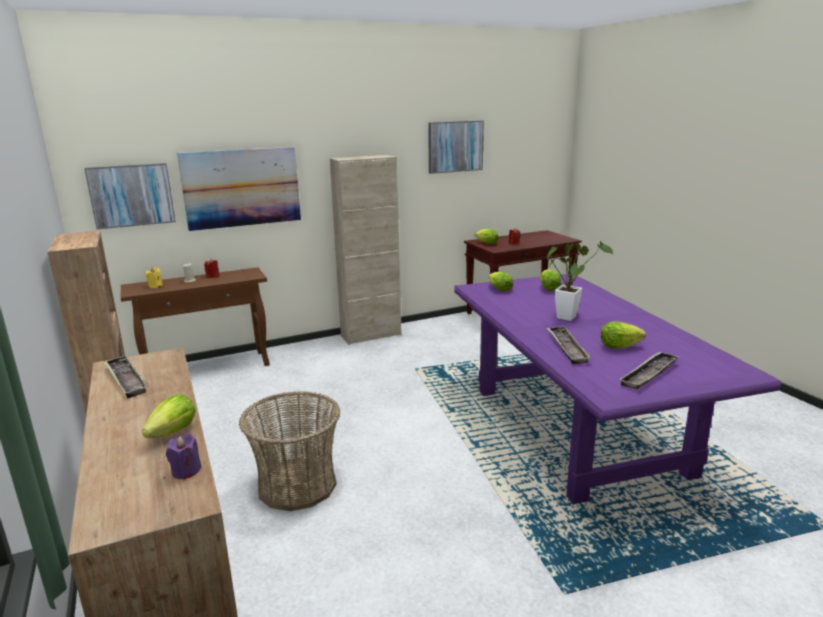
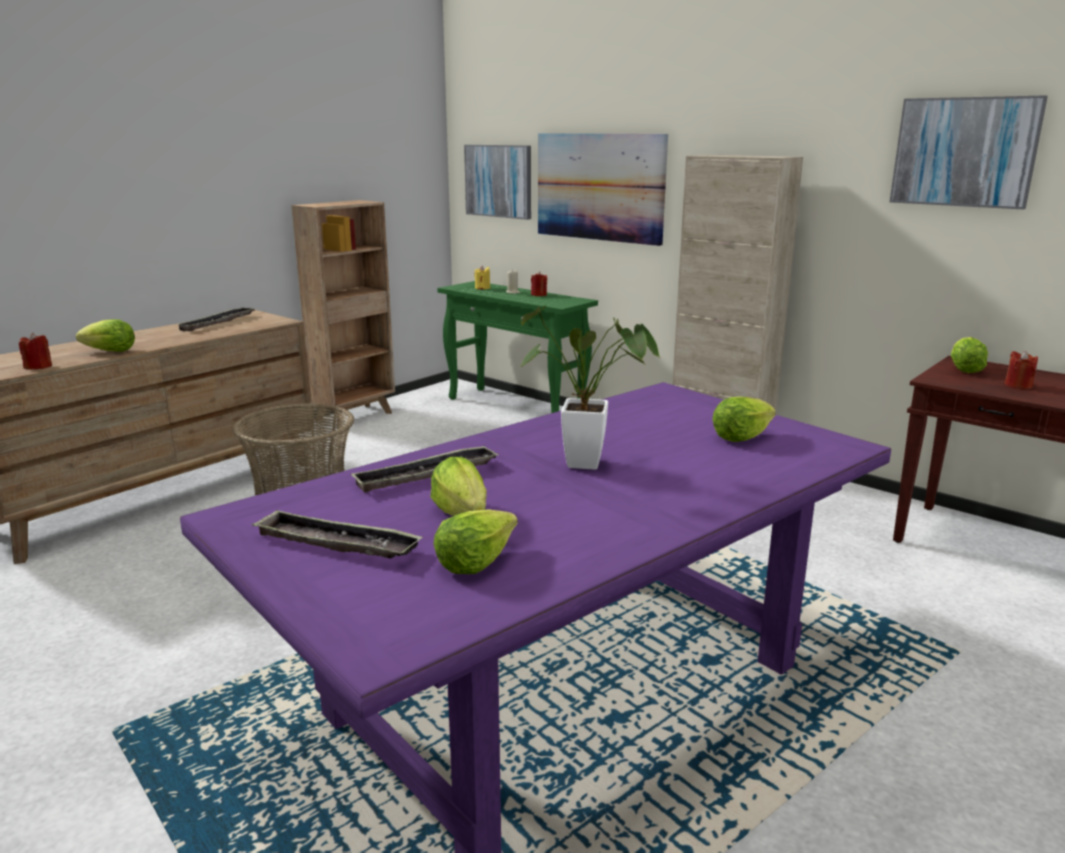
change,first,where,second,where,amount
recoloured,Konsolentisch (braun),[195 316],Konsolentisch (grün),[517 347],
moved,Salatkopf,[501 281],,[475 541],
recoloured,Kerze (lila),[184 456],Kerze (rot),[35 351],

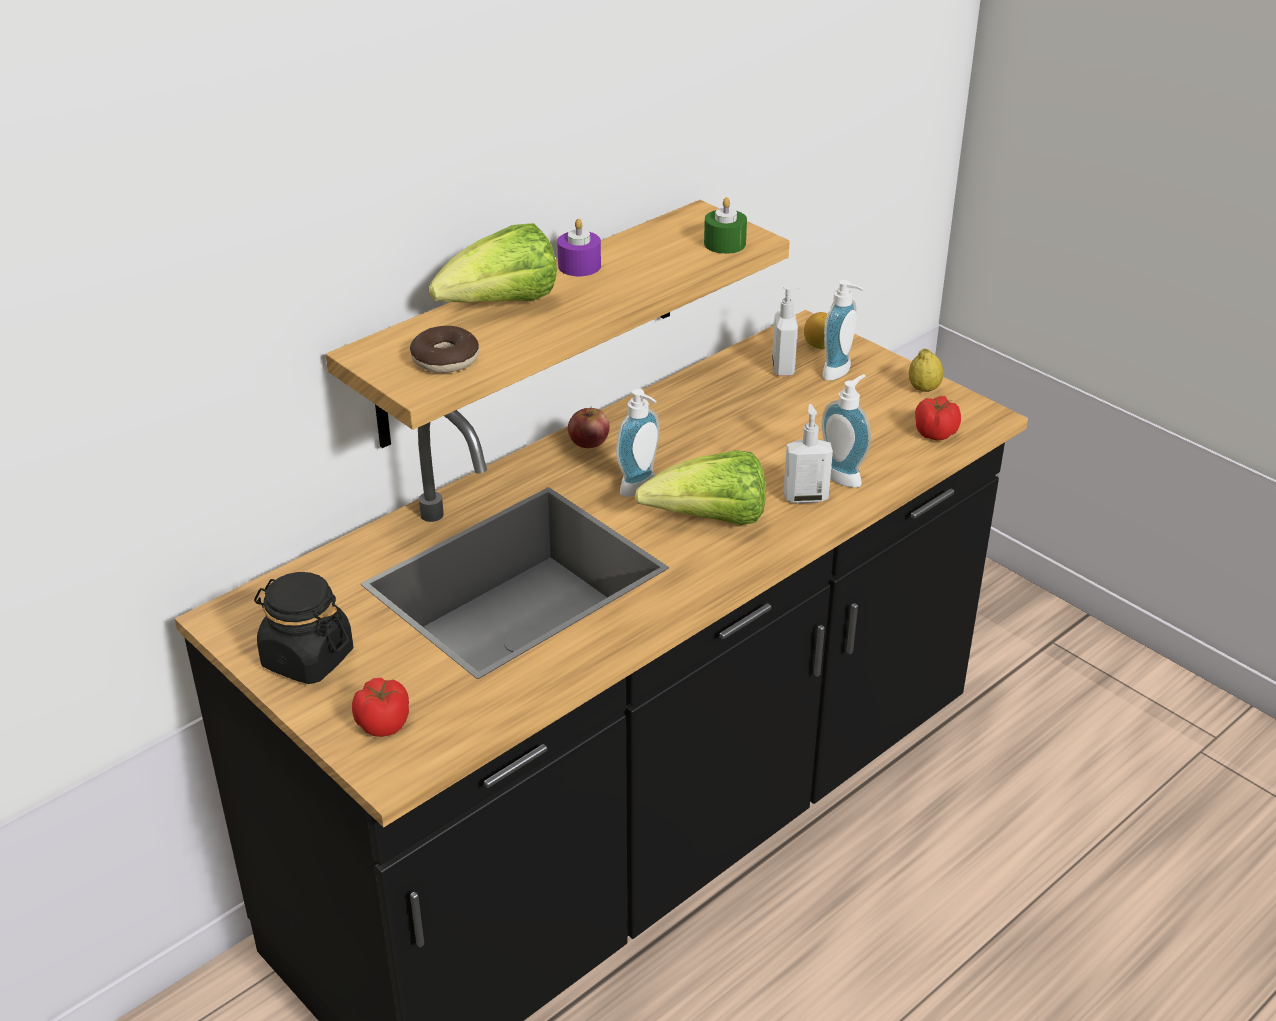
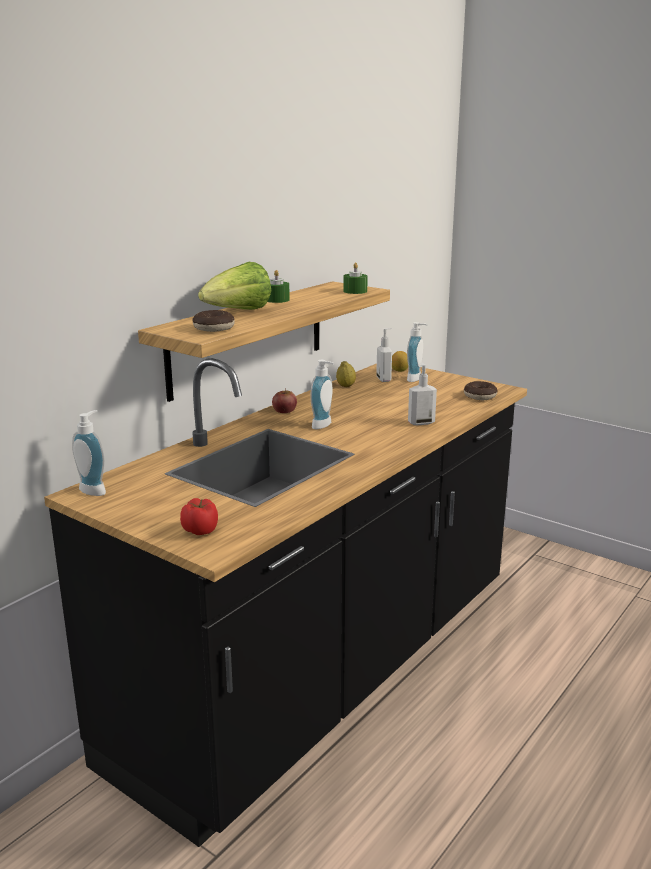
change,first,where,second,where,amount
recoloured,Kerze (lila),[579 247],Kerze (grün),[279 286],
moved,Zitrone,[926 370],,[346 374],
moved,Seifenspender,[846 431],,[89 453],
replaced,Tomate,[938 418],Donut,[481 390],
removed,Salatkopf,[700 487],,,
removed,Vorratsglas (schwarz),[303 628],,,

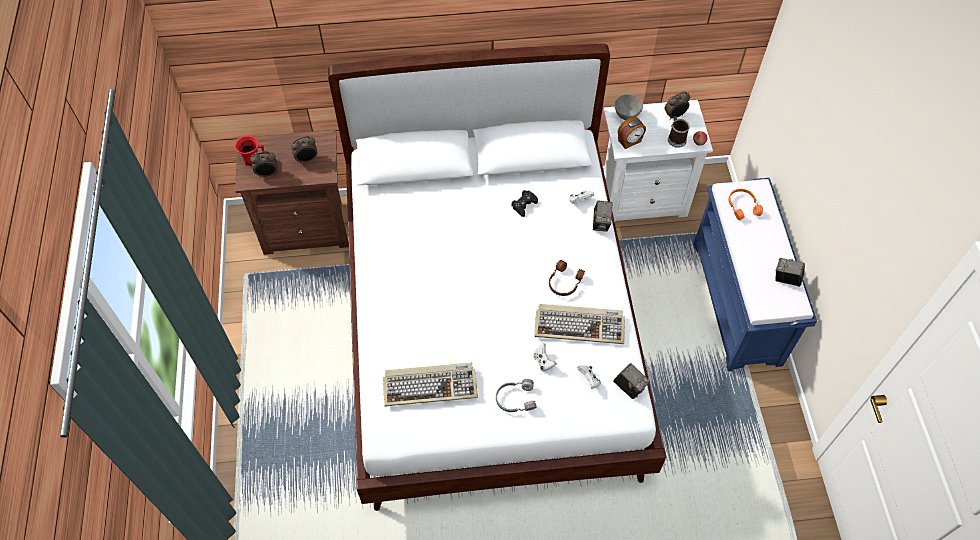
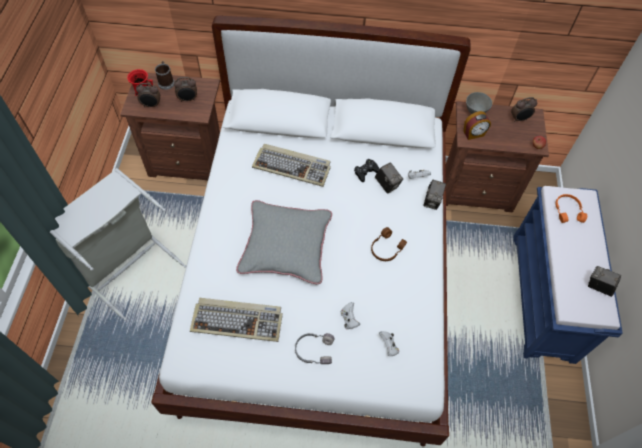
change,first,where,second,where,amount
recoloured,Nachttisch (weiß),[658 161],Nachttisch (braun),[497 156],
moved,Henkelbecher,[678 132],,[164 75],
moved,Tastatur,[580 324],,[291 165],
moved,Kamera,[631 381],,[389 178],
added,,,Wäschekorb (grau),[118 244],
added,,,Kissen (grau),[284 242],

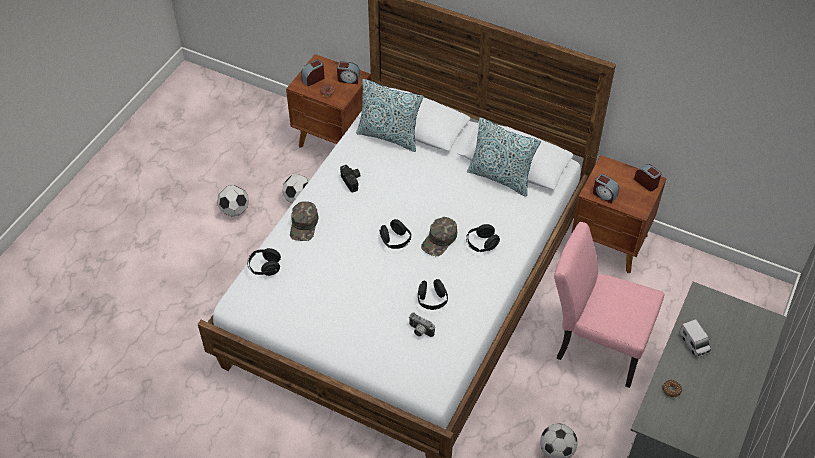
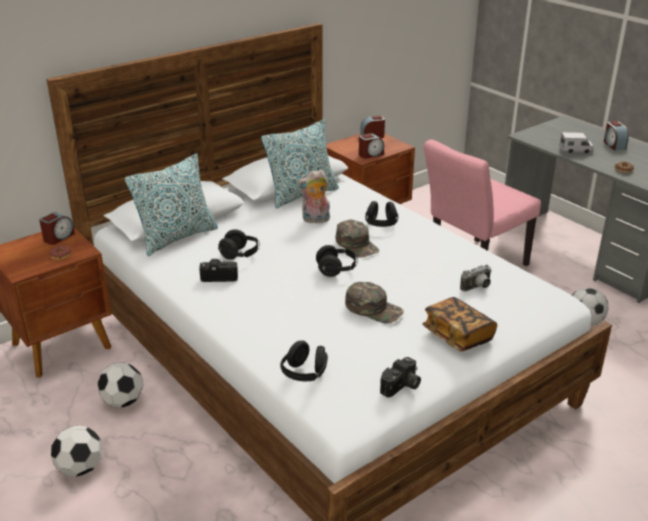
change,first,where,second,where,amount
moved,Wecker,[313 73],,[616 135],
moved,Kappe (grün),[304 221],,[374 302],
moved,Kopfhörer (schwarz),[433 294],,[239 244],
added,,,Plüschtier,[313 196],
added,,,Buch,[459 324],
added,,,Kamera,[400 377],

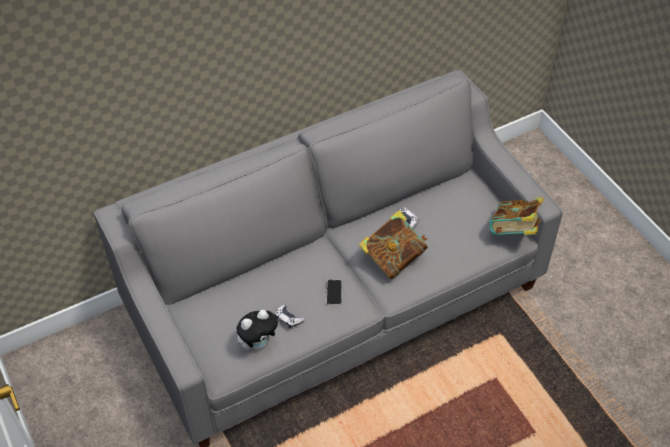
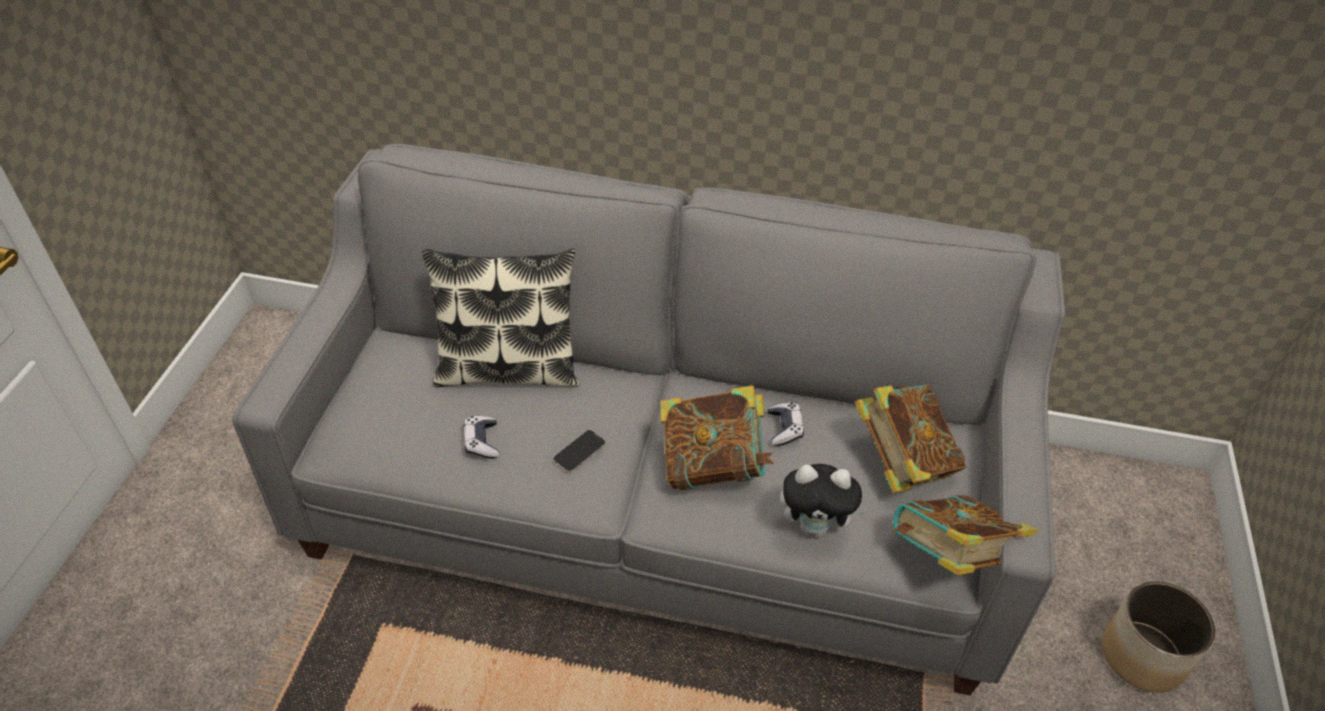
change,first,where,second,where,amount
moved,Plüschtier,[258 330],,[823 500],
added,,,Kissen,[501 318],
added,,,Buch,[910 439],
added,,,Pflanzkübel,[1158 637],

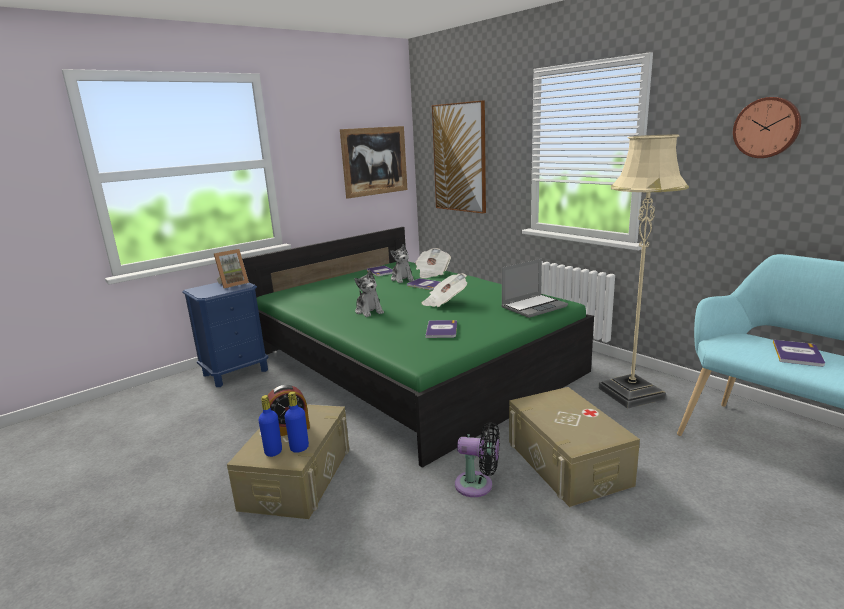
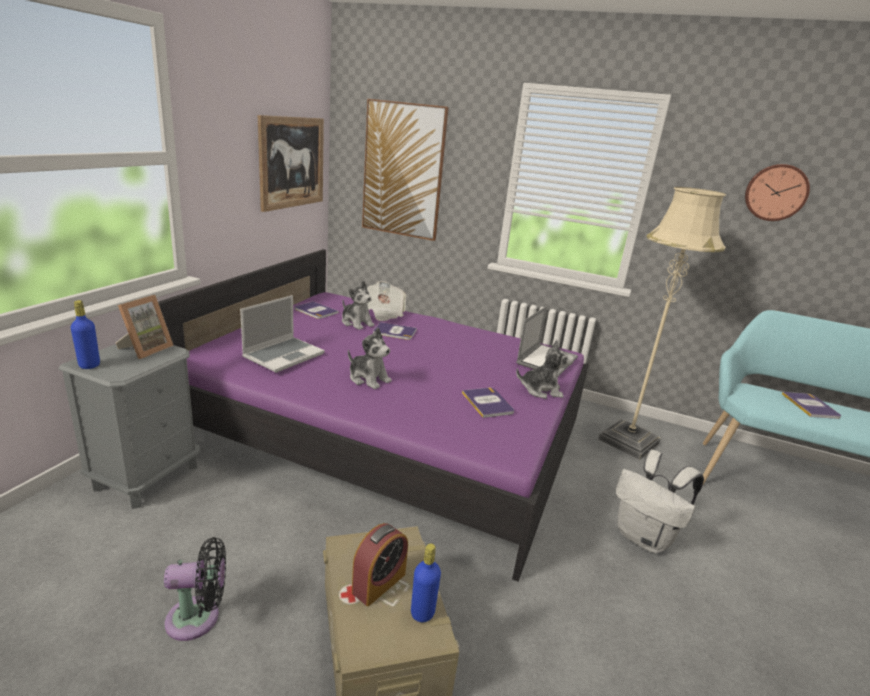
change,first,where,second,where,amount
recoloured,Bett (grün),[418 347],Bett (lila),[373 415],
removed,Zeitung,[444 290],,,
recoloured,Nachttisch (blau),[225 334],Nachttisch (grau),[129 426],
replaced,Aufbewahrungsbox (beige),[574 447],Rucksack (weiß),[659 501],
moved,Flasche (blau),[270 426],,[85 334],
moved,Ventilator (schwarz),[477 459],,[195 589],
added,,,Laptop,[282 334],
added,,,Plüschtier,[545 369],

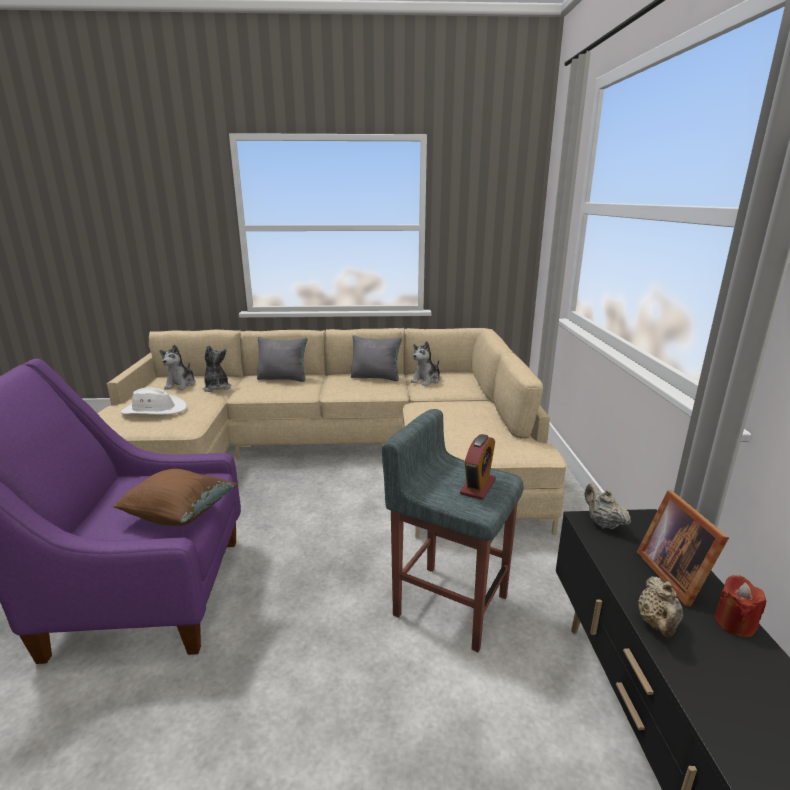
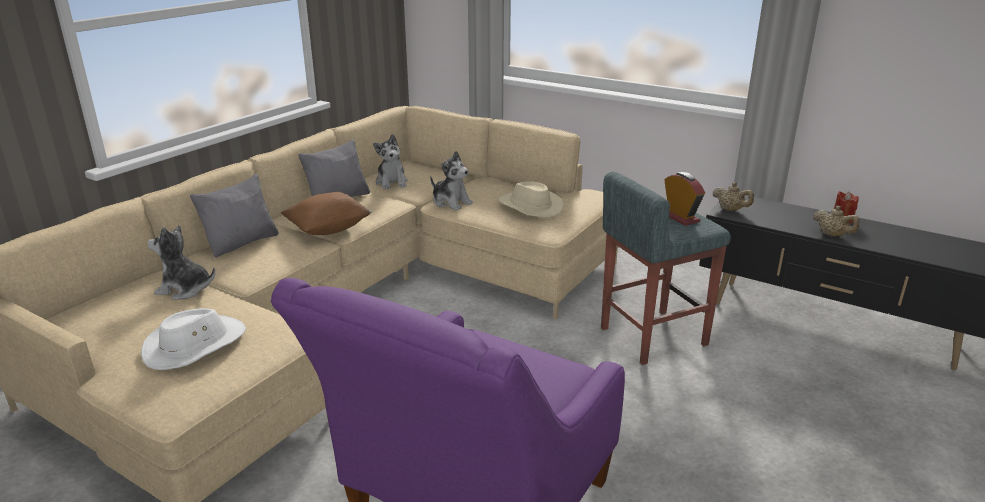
change,first,where,second,where,amount
moved,Plüschtier,[177 367],,[451 180],
moved,Kissen (braun),[174 497],,[326 213],
turned,Teekanne (beige),[608 506],,[733 196],150 degrees counterclockwise
removed,Bilderrahmen,[683 548],,,
added,,,Hut (beige),[531 199],

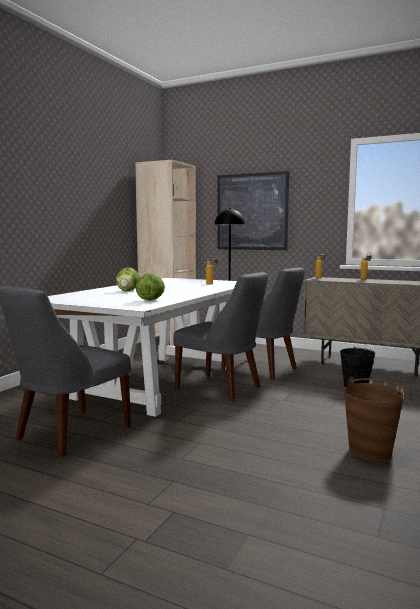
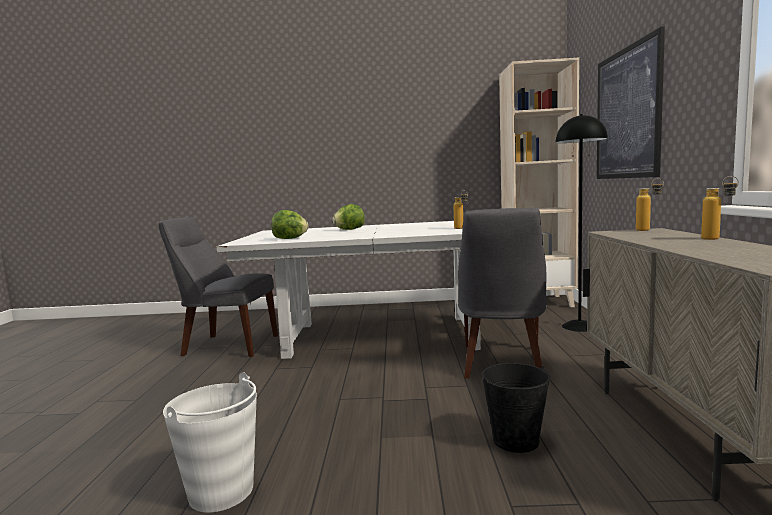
change,first,where,second,where,amount
removed,Stuhl (grau),[221 337],,,
recoloured,Eimer (braun),[374 419],Eimer (weiß),[210 442],

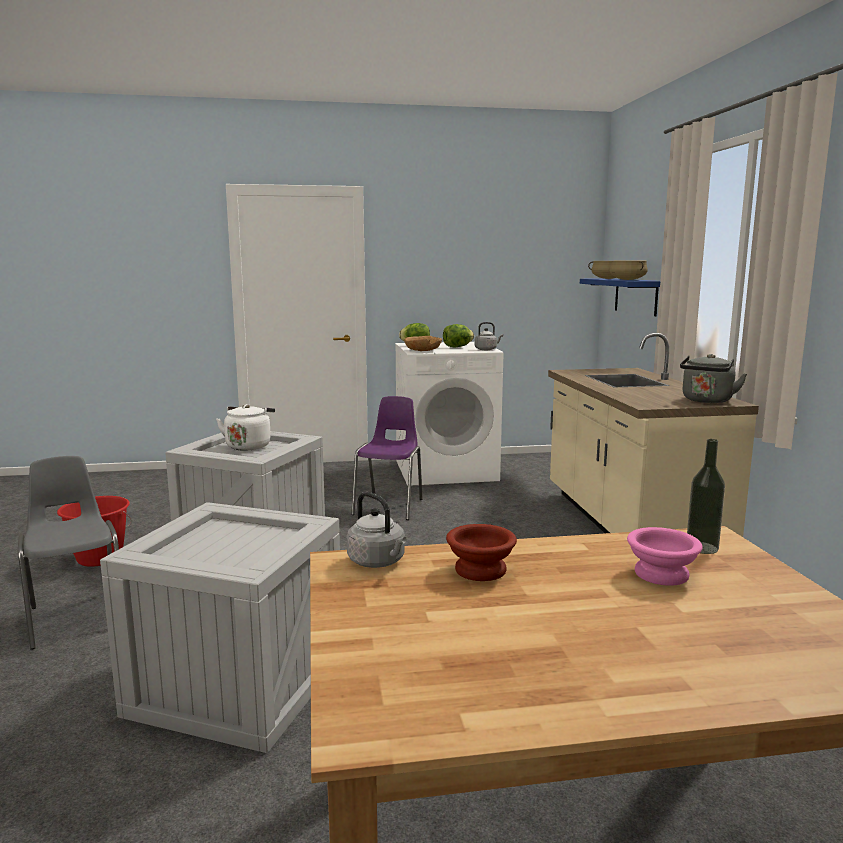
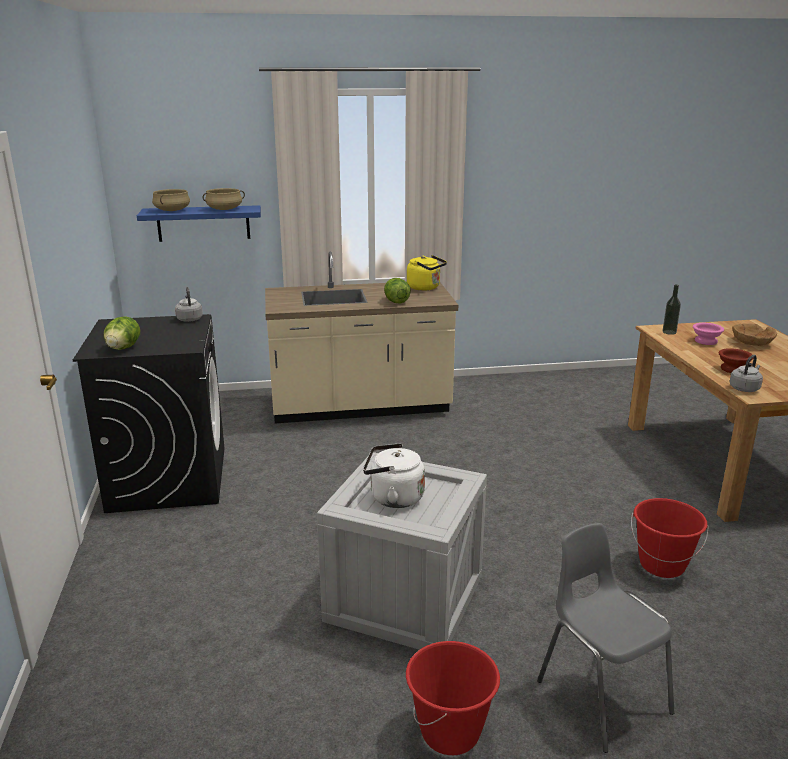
change,first,where,second,where,amount
moved,Salatkopf,[458 335],,[397 291],
moved,Schüssel (braun),[423 343],,[754 334],
recoloured,Waschmaschine (weiß),[449 414],Waschmaschine (schwarz),[149 413],
recoloured,Wasserkessel (grau),[713 378],Wasserkessel (gelb),[427 273],
removed,Stuhl (lila),[387 458],,,
turned,Stuhl (grau),[68 553],,[605 638],90 degrees clockwise
replaced,Kiste,[220 627],Eimer (rot),[670 538],

